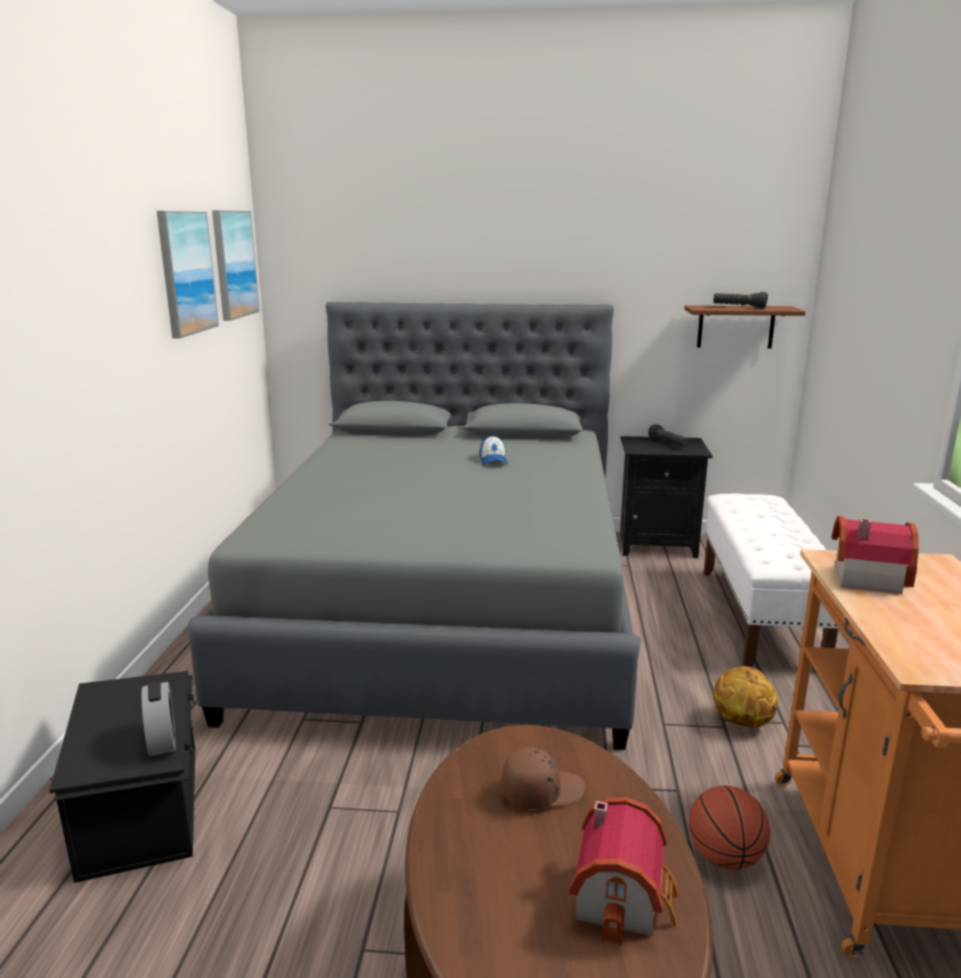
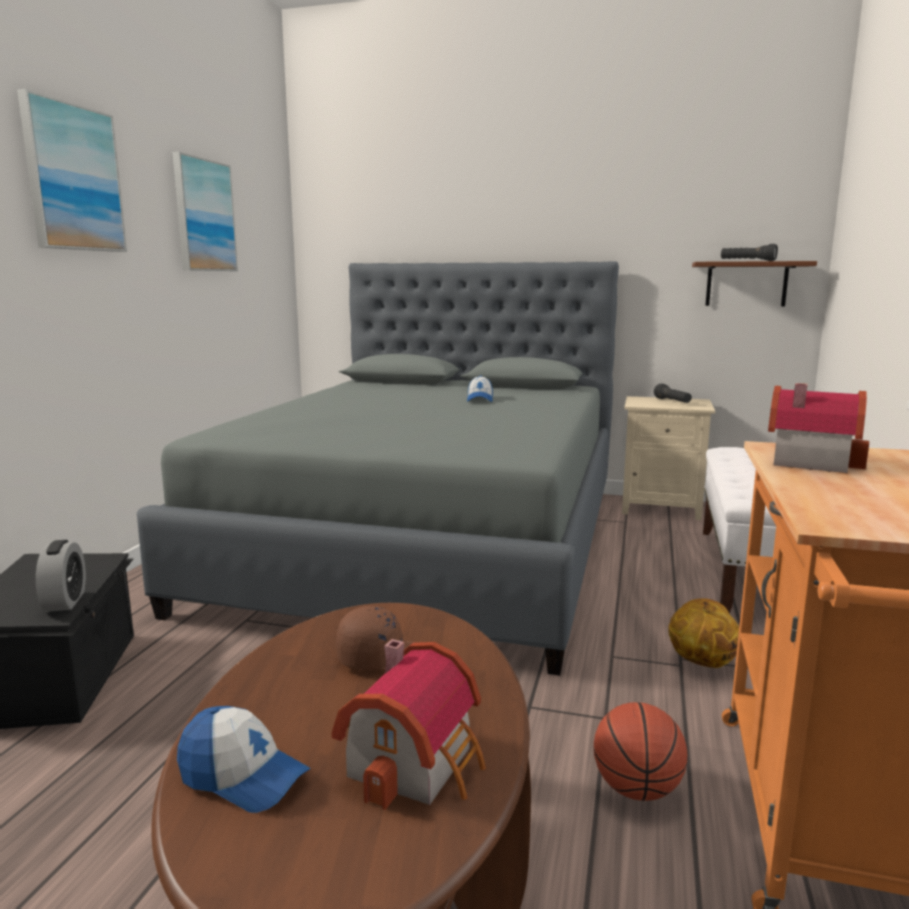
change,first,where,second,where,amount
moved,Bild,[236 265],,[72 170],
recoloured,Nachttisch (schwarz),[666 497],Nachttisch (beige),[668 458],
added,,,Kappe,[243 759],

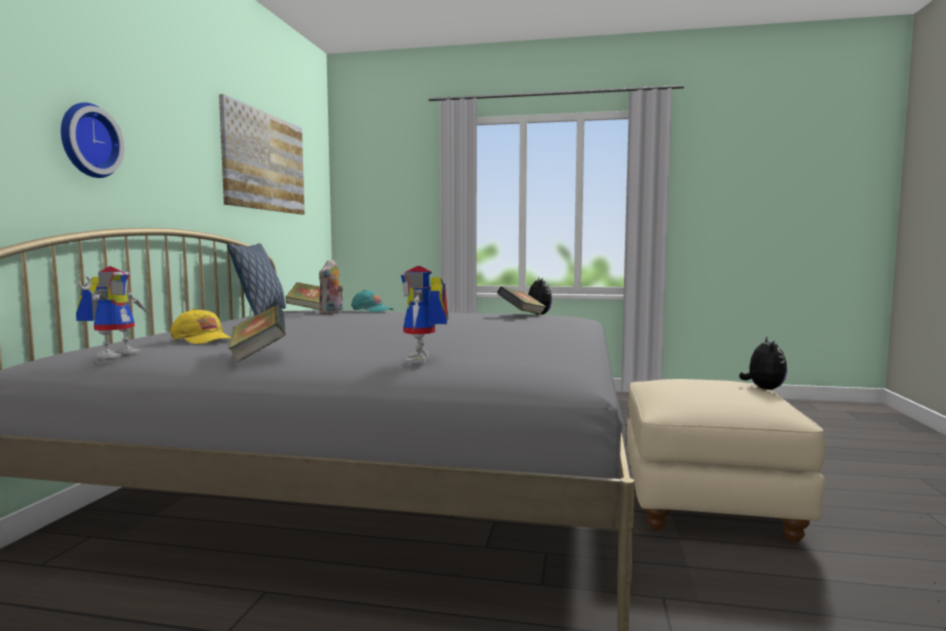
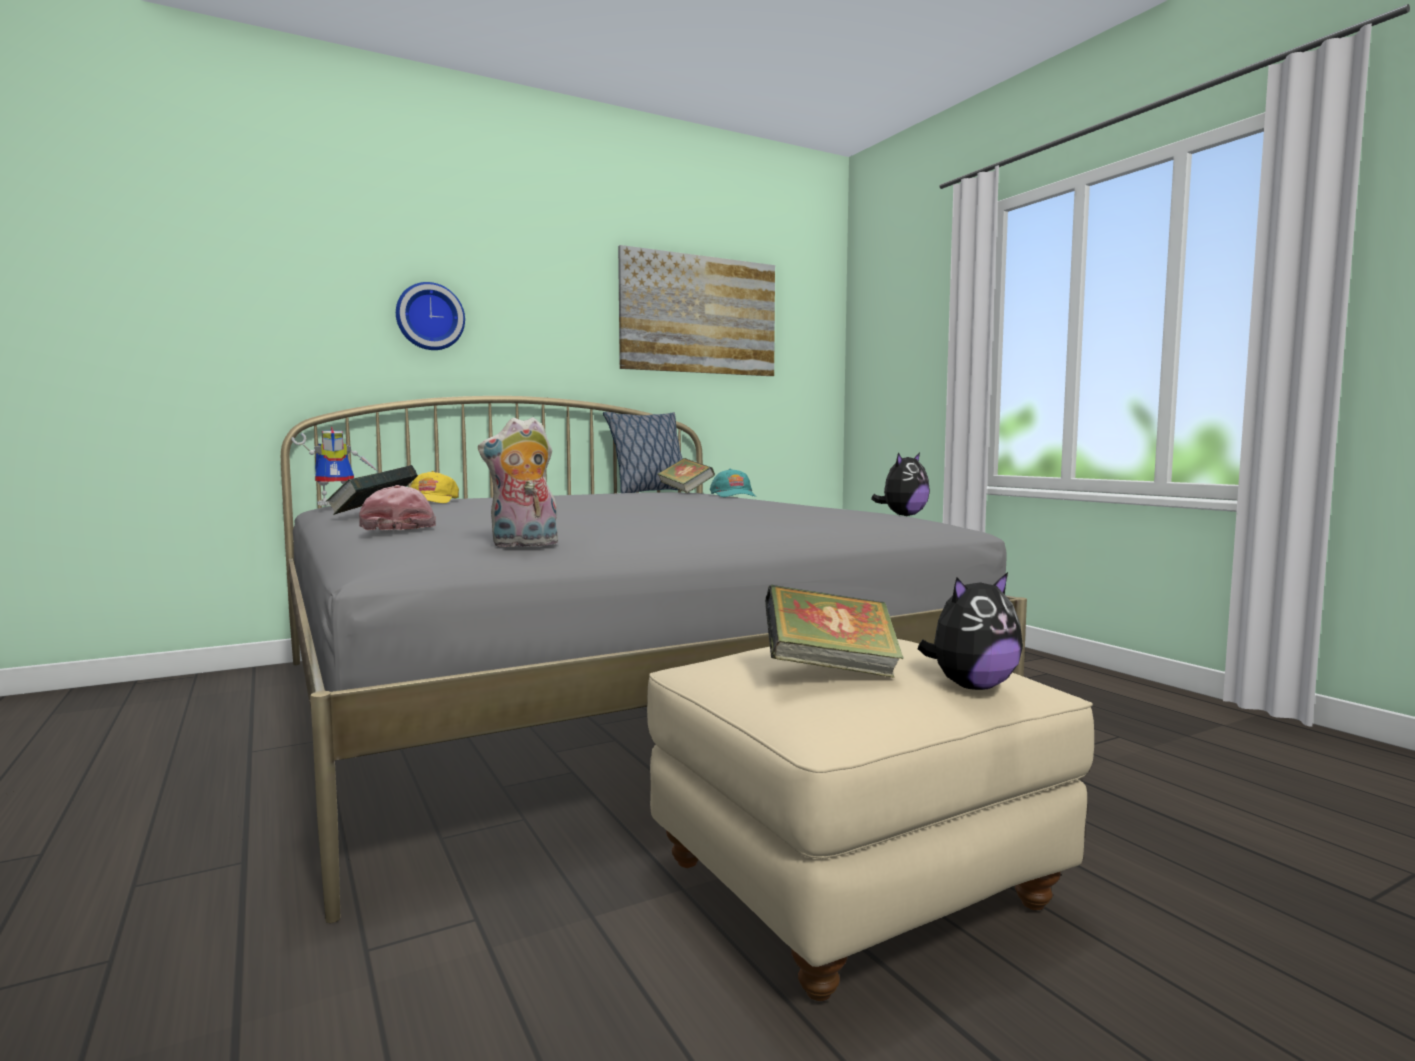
change,first,where,second,where,amount
moved,Plüschtier,[331 287],,[518 482],
replaced,Spielzeugroboter,[424 315],Kappe (rosa),[397 507],
moved,Buch,[521 301],,[834 631],

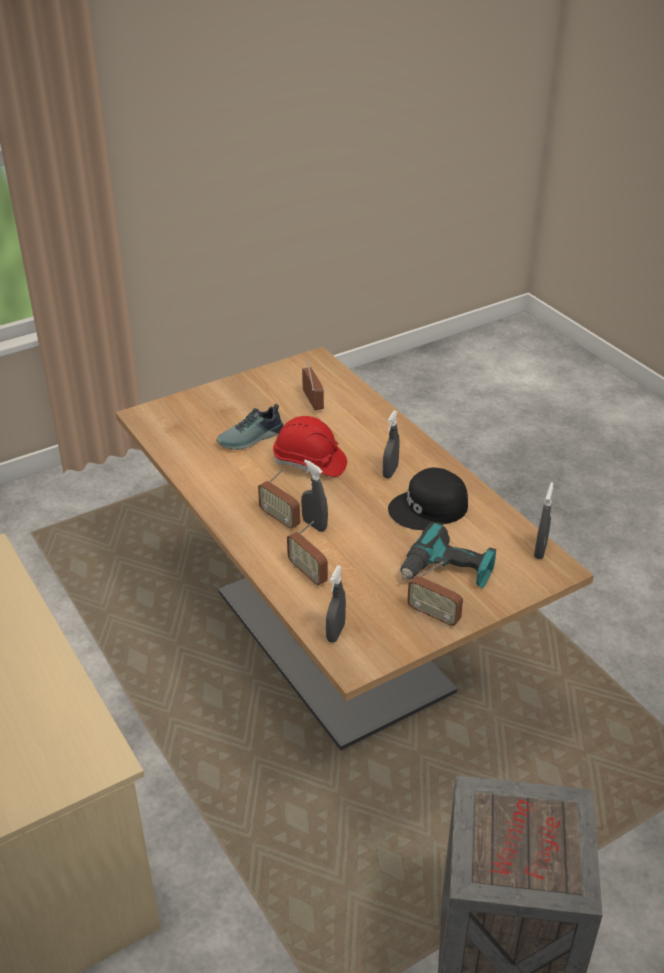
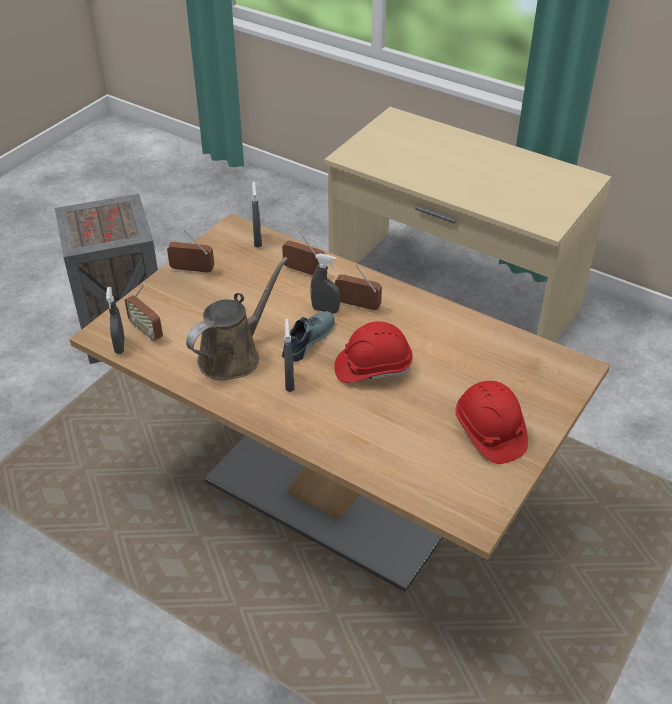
change,first,where,second,where,amount
moved,Radio,[313 384],,[144 312],
moved,Schuh,[249 427],,[308 336],
replaced,Kappe (schwarz),[428 499],Gießkanne (braun),[237 319],
removed,Bohrmaschine,[448 555],,,
added,,,Schutzhelm (rot),[491 422],

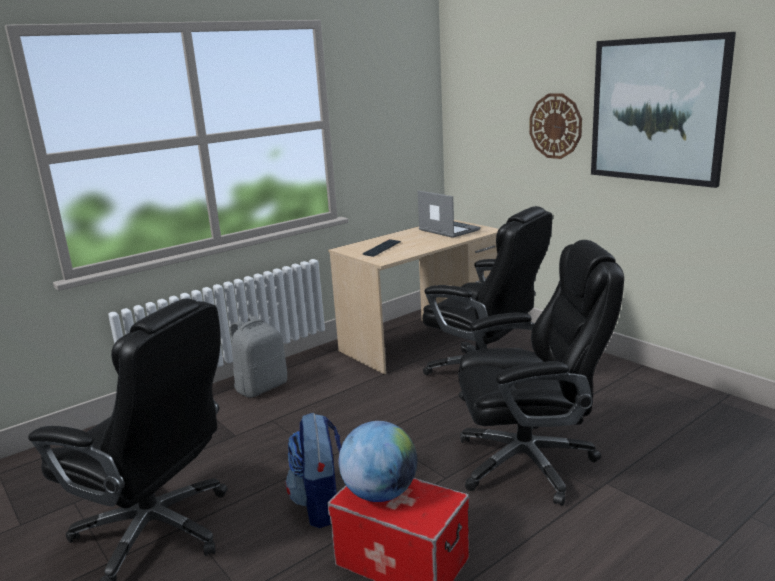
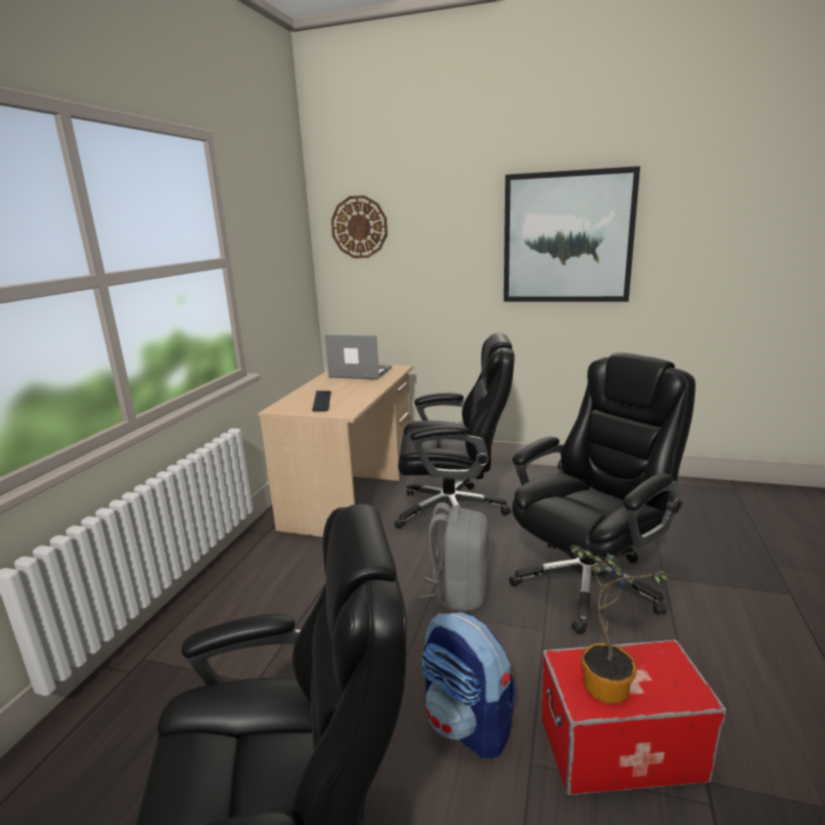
change,first,where,second,where,amount
moved,Wanduhr,[555 126],,[359 226],
moved,Rucksack (grau),[258 357],,[454 556],
replaced,Globus,[378 461],Topfpflanze,[620 624],

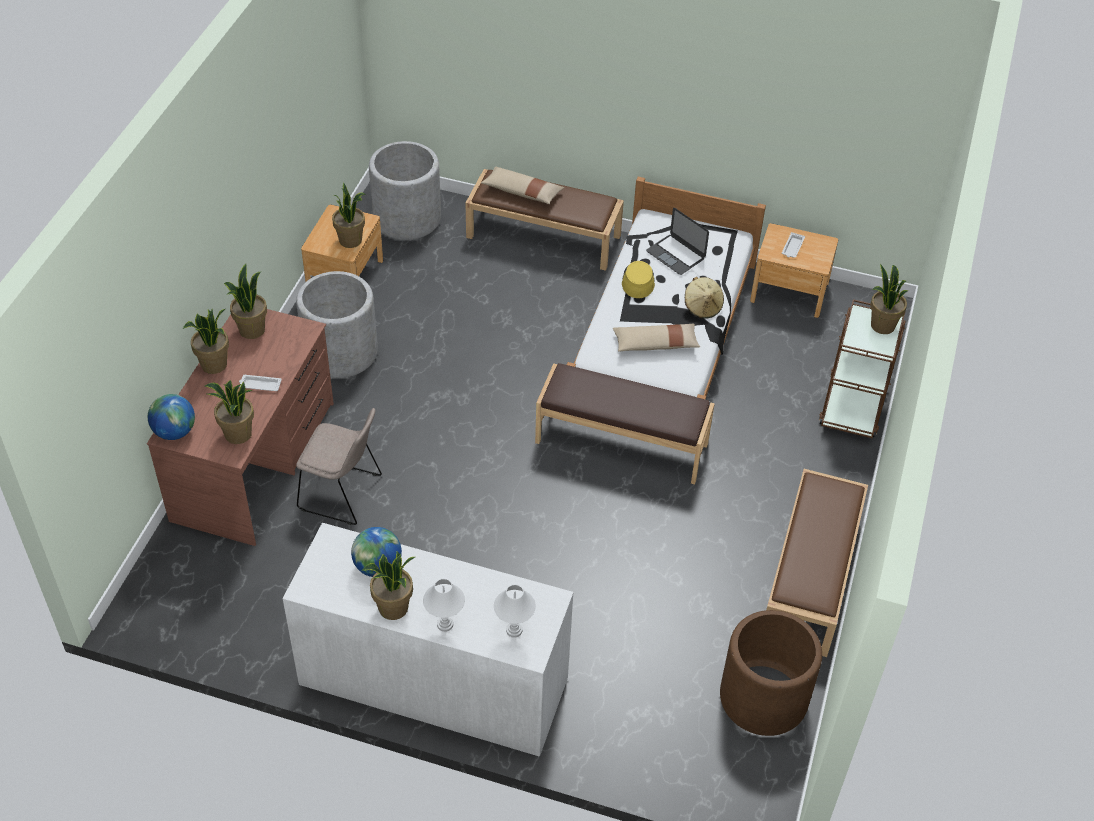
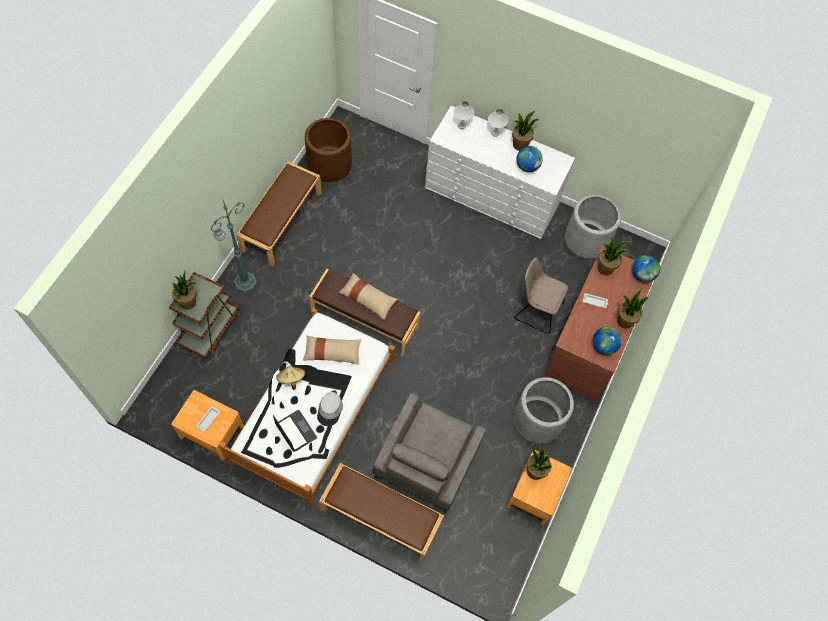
change,first,where,second,where,amount
moved,Pflanzkübel (grau),[405 190],,[593 227],
moved,Kissen (beige),[522 185],,[368 296],
recoloured,Hut (gelb),[638 279],Hut (grau),[330 409],
replaced,Topfpflanze,[245 301],Globus,[607 341],
added,,,Stehlampe (grün),[234 246],
added,,,Sessel (grau),[429 453],

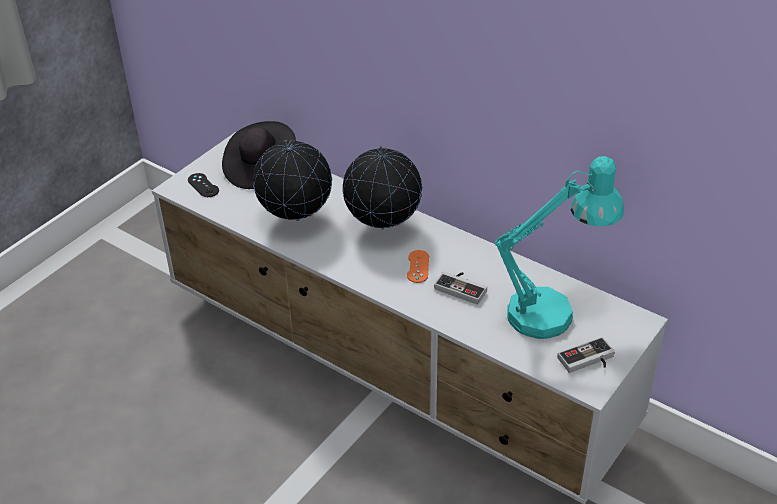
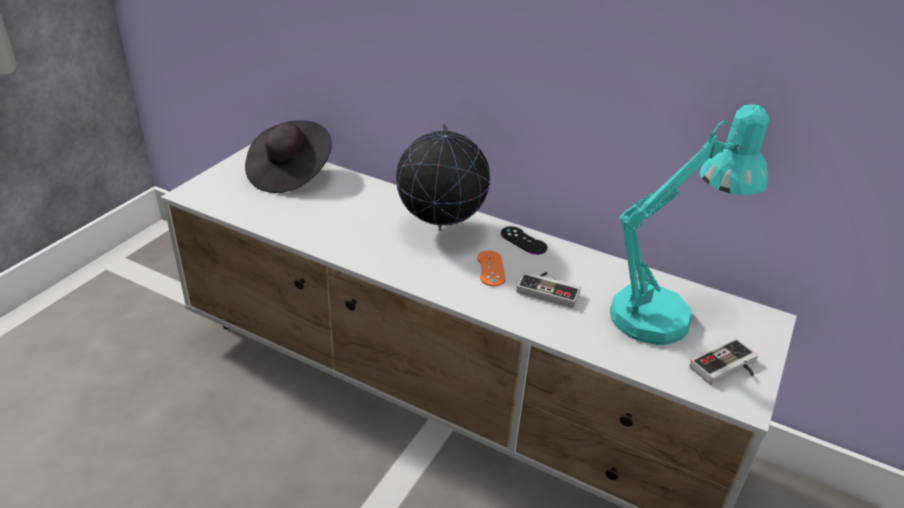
change,first,where,second,where,amount
removed,Globus,[292 180],,,
moved,Gamepad (schwarz),[203 185],,[524 240],

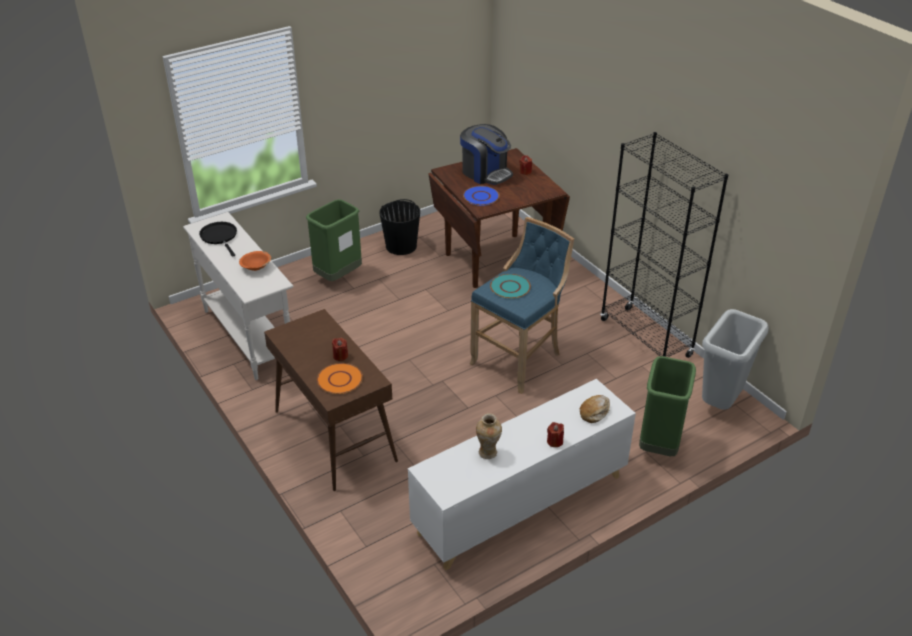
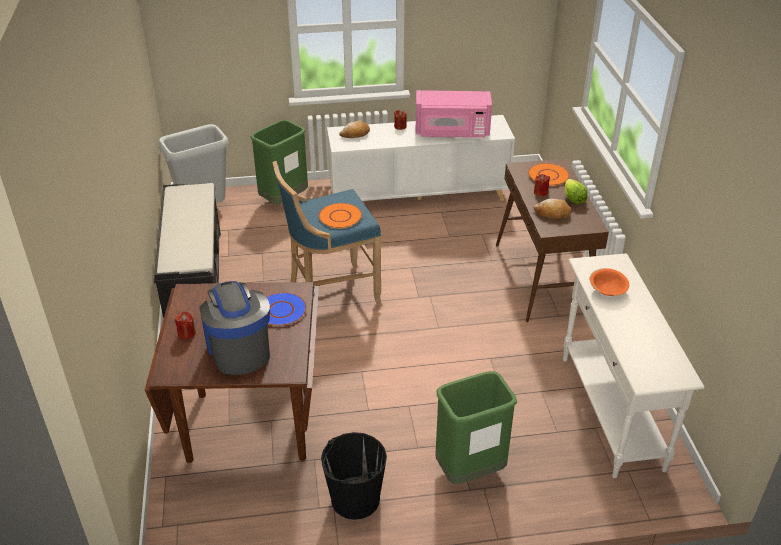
change,first,where,second,where,amount
replaced,Bücherregal (schwarz),[664 245],Bank (schwarz),[187 250],
removed,Pfanne (schwarz),[218 239],,,
recoloured,Teller (türkis),[510 286],Teller (orange),[340 215],
replaced,Vase,[489 436],Mikrowelle (rosa),[454 114],
added,,,Salatkopf,[576 191],
added,,,Brot,[552 209],

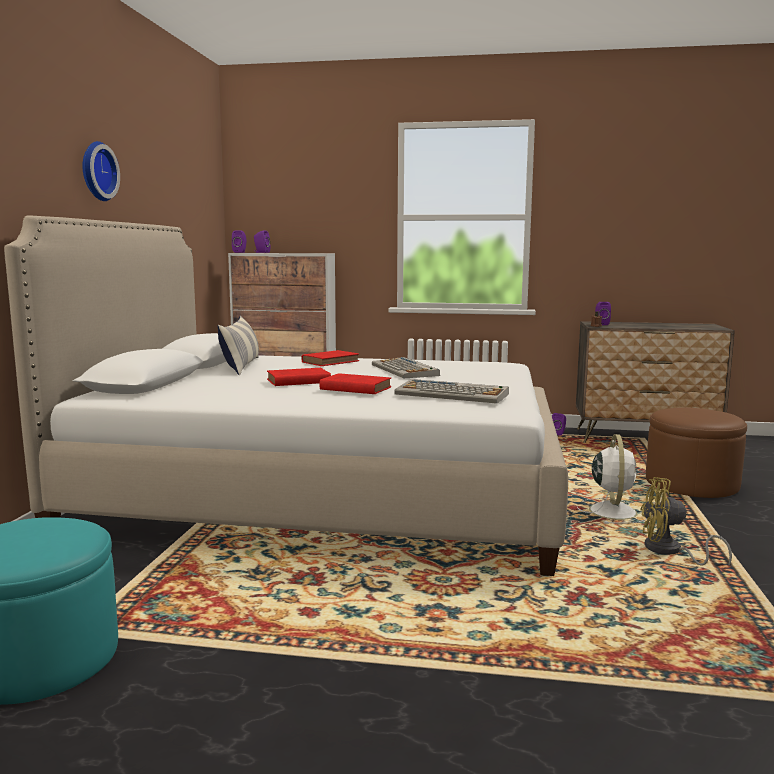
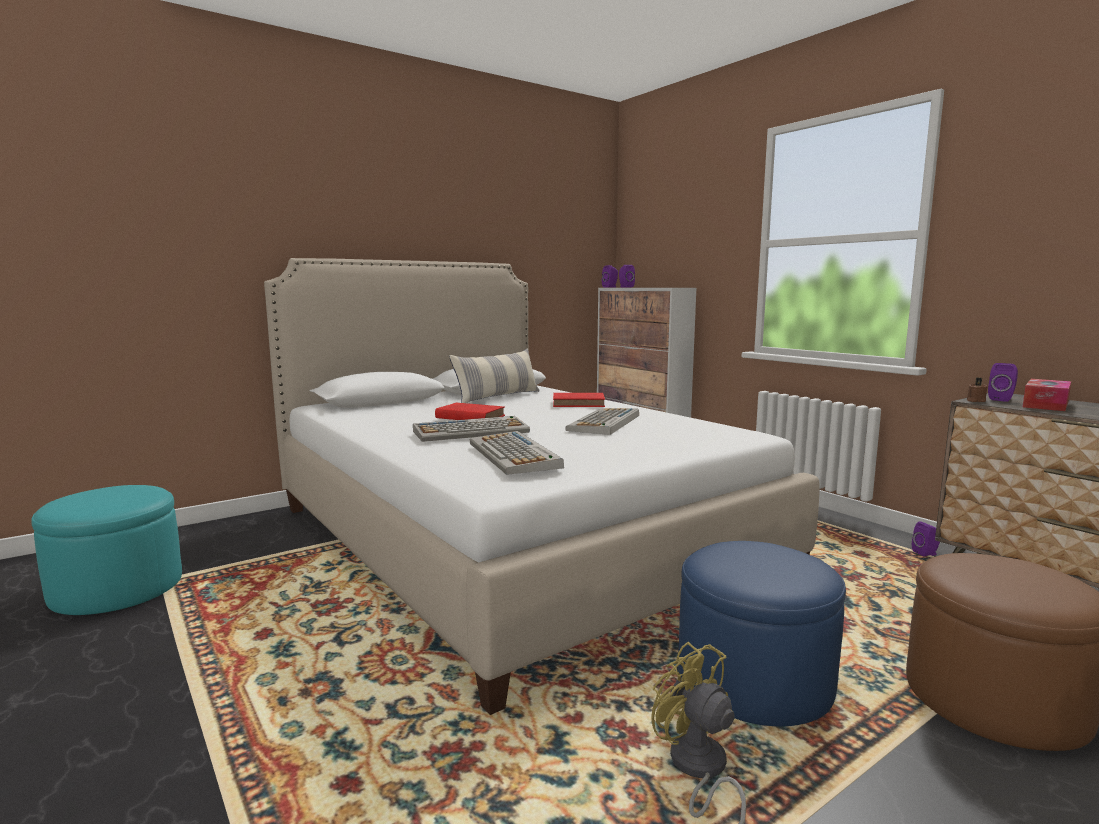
change,first,where,second,where,amount
removed,Wanduhr,[101 171],,,
replaced,Buch (rot),[355 383],Tastatur,[471 429],
replaced,Ventilator (weiß),[612 479],Polsterhocker (blau),[762 633],
added,,,Taschentuchbox,[1047 395],

